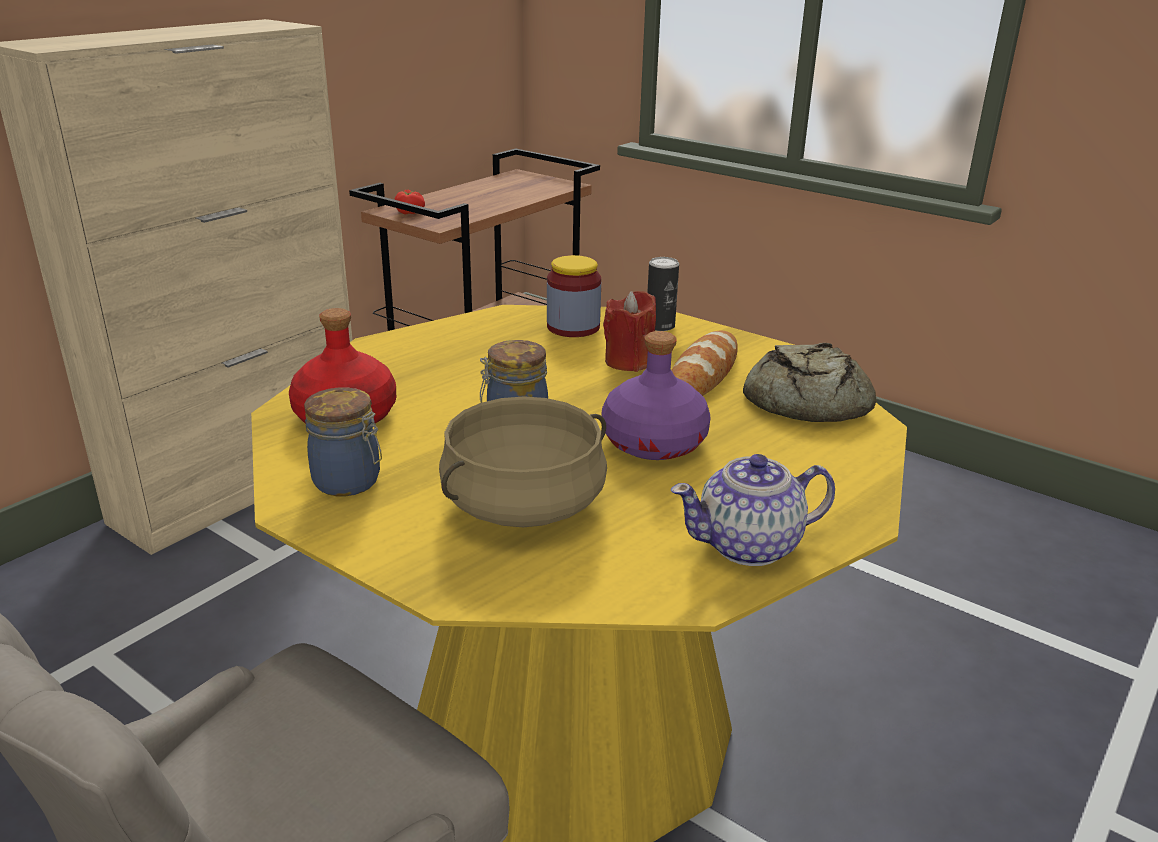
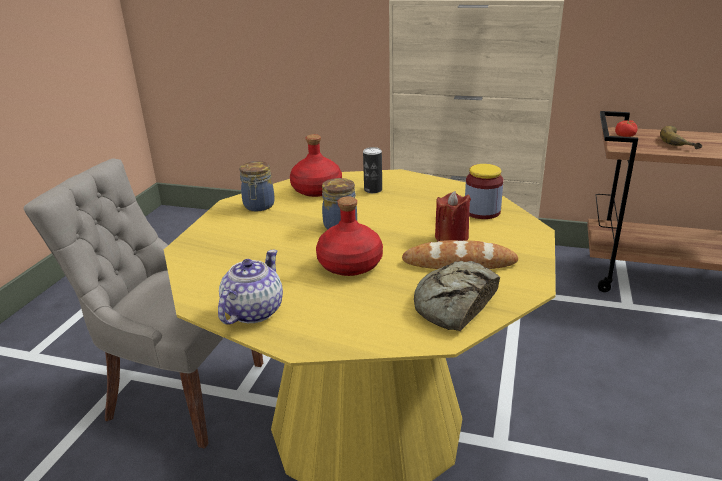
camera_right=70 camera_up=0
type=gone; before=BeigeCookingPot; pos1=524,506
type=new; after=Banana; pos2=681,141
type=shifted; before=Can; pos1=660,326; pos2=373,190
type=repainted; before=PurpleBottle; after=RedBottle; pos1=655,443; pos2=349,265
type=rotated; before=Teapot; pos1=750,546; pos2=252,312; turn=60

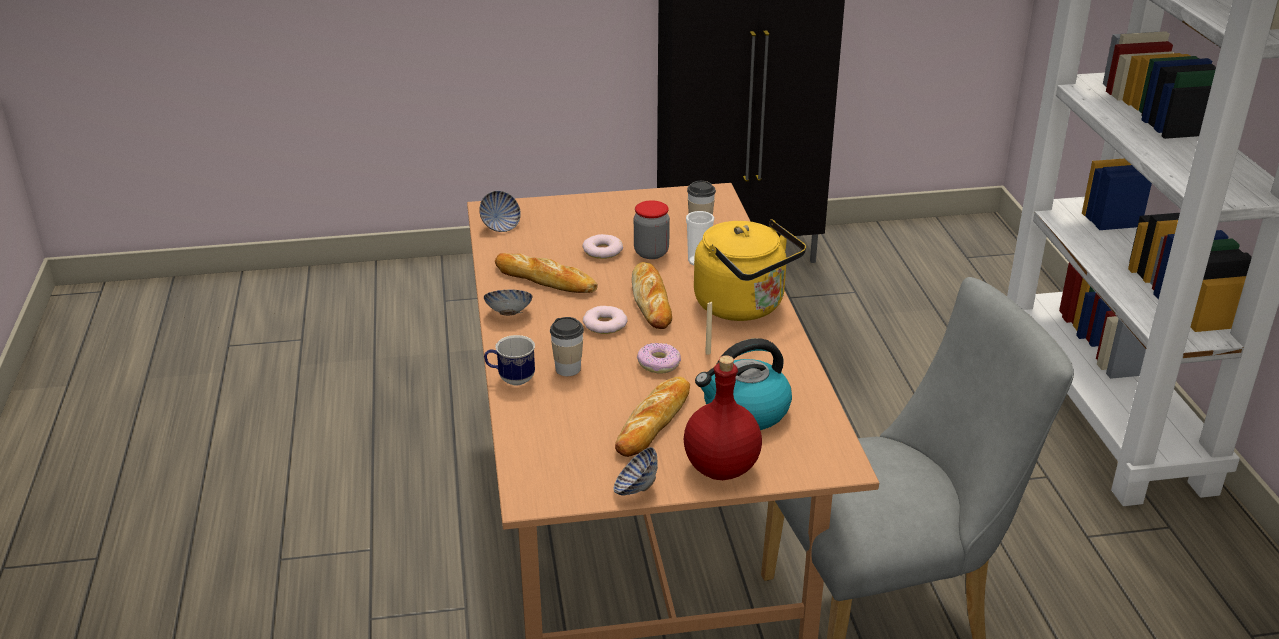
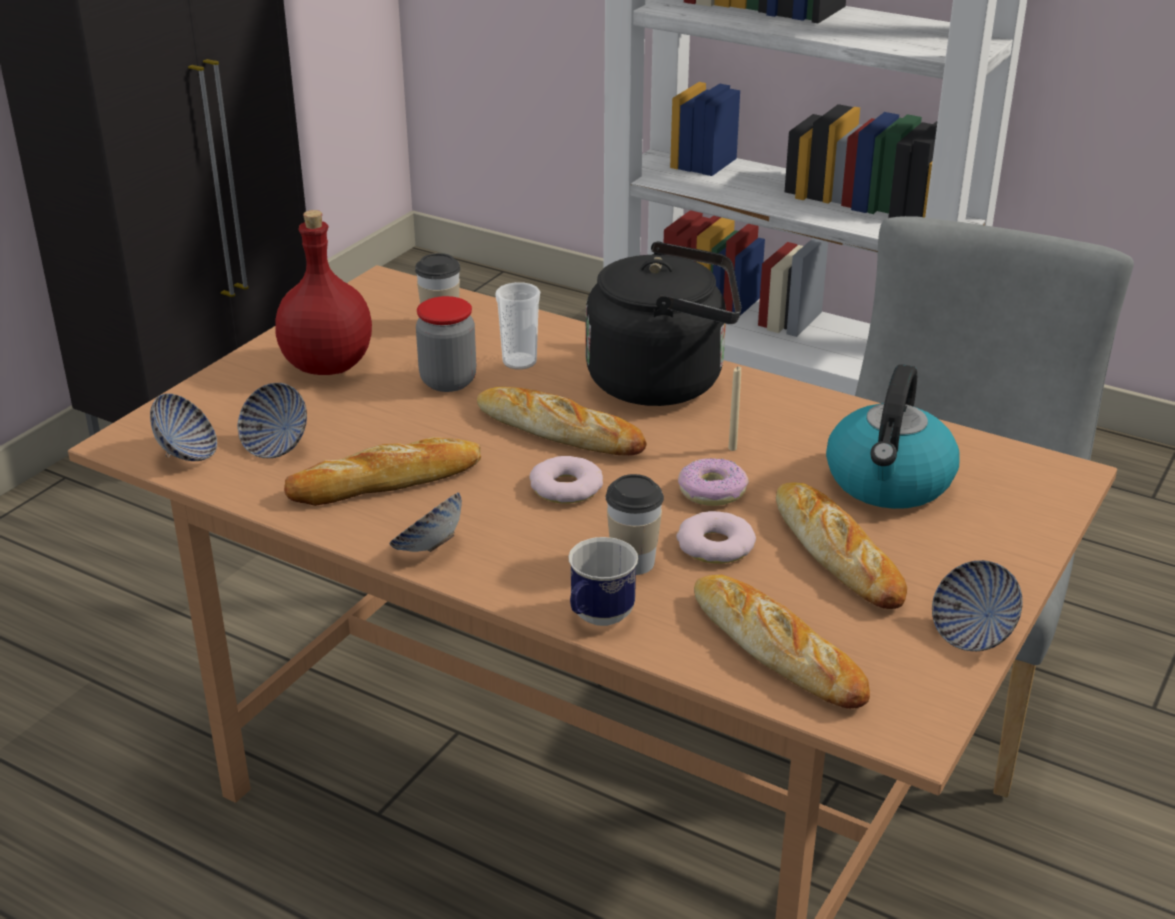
camera_right=-50 camera_up=0
type=new; after=Bowl; pos2=276,446
type=new; after=Bread; pos2=777,649
type=shifted; before=Donut; pos1=602,251; pos2=715,545
type=shifted; before=RedBottle; pos1=721,469; pos2=329,366
type=repainted; before=YellowKettle; after=BlackKettle; pos1=744,306; pos2=664,381

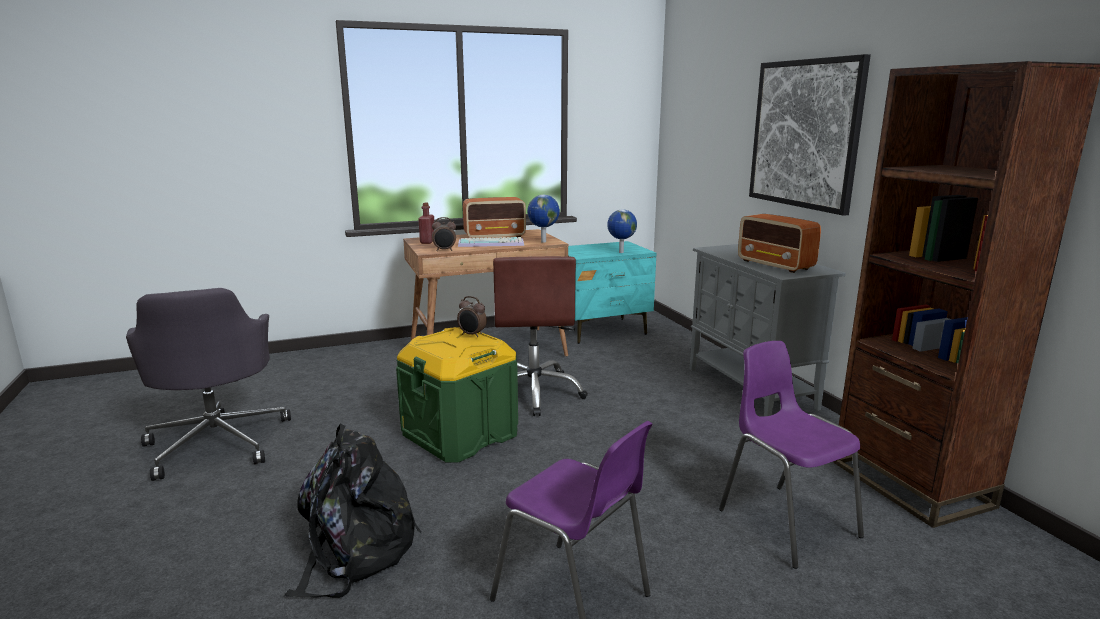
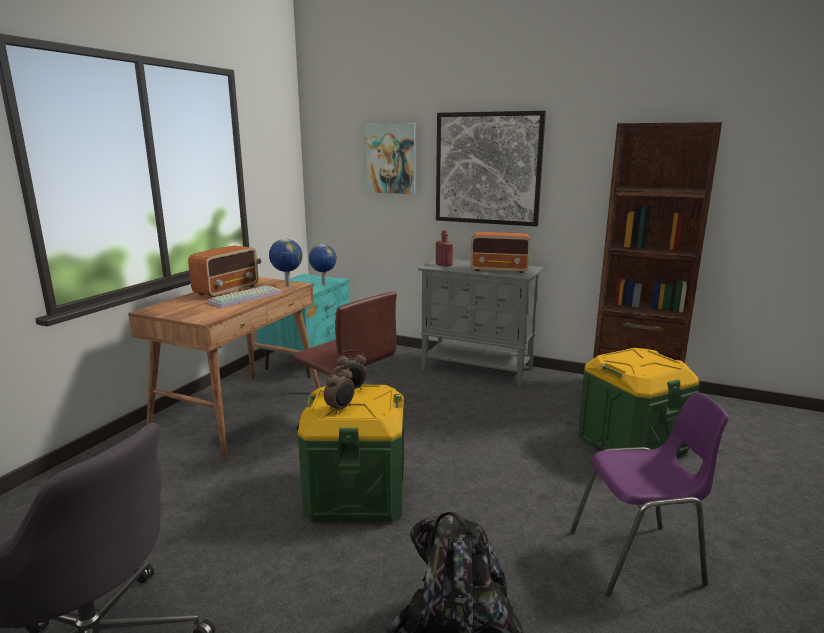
camera_right=-45 camera_up=0
type=new; after=Picture; pos2=391,158
type=shifted; before=RedBottle; pos1=427,242; pos2=444,264
type=shifted; before=AlarmClock; pos1=444,250; pos2=340,408
type=swapped; before=PurpleChair; after=GreenStorageBox; pos1=785,521; pos2=630,443

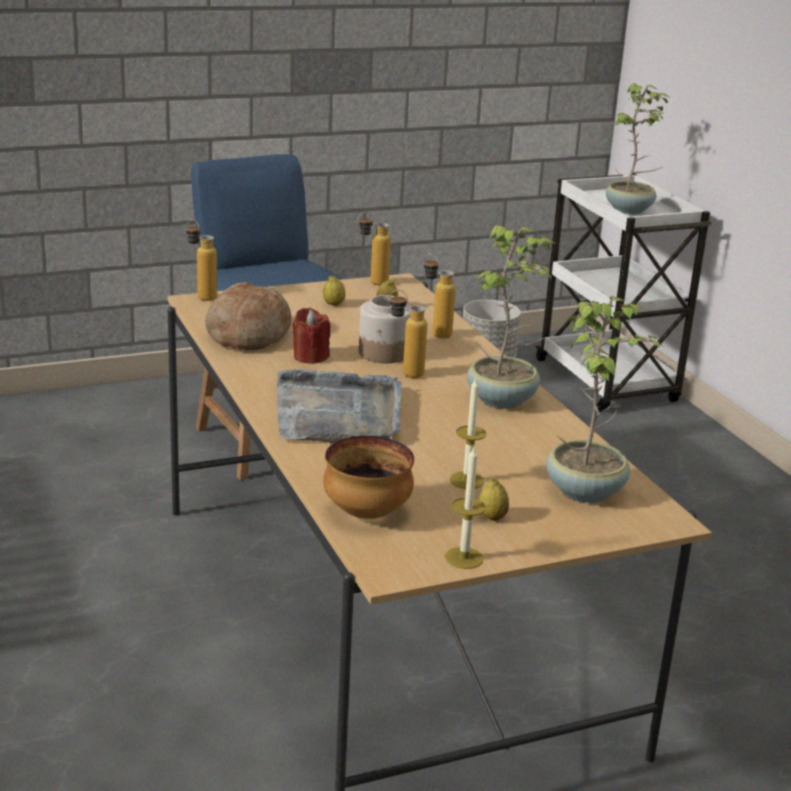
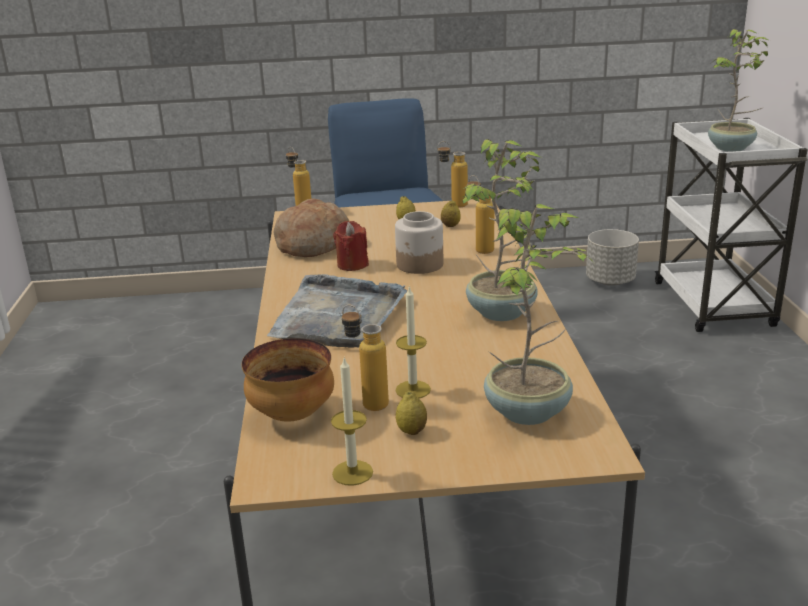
camera_right=20 camera_up=0
type=shifted; before=Bottle; pos1=404,372; pos2=367,402

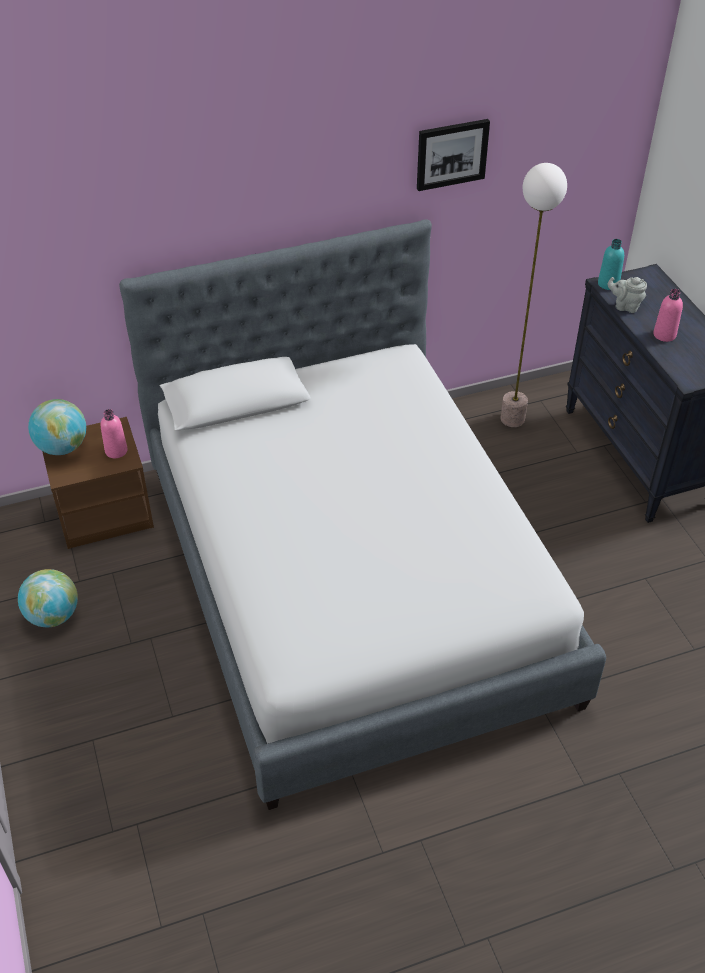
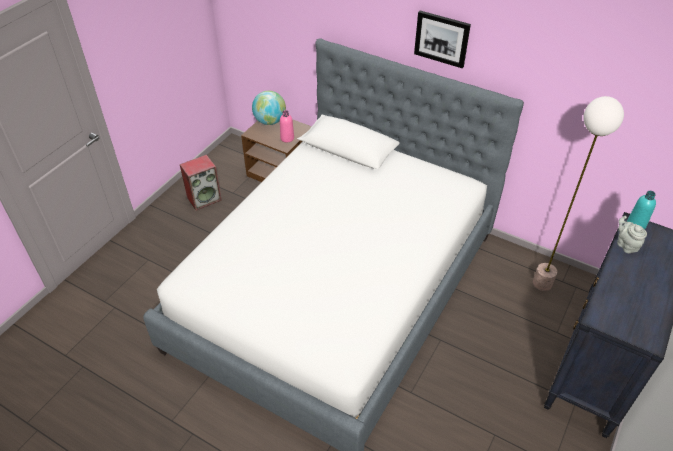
camera_right=50 camera_up=0
type=gone; before=PinkBottle; pos1=664,335
type=shifted; before=Picture; pos1=451,154; pos2=442,38
type=swapped; before=Globe; after=Speaker; pos1=53,616; pos2=204,198

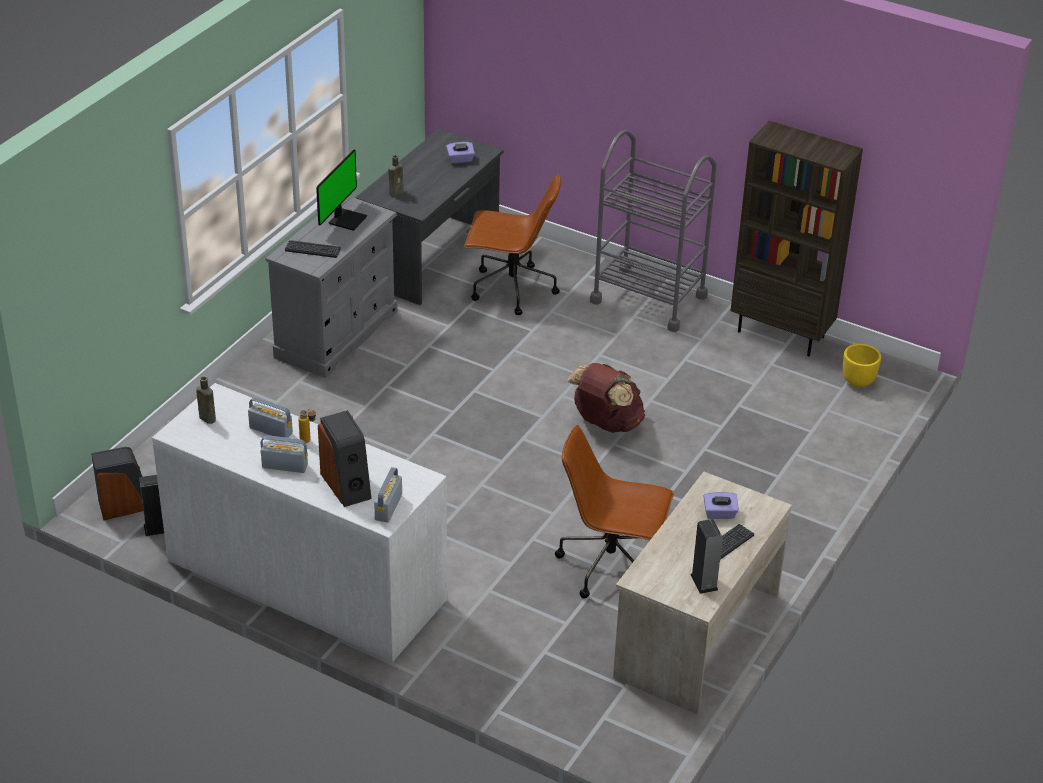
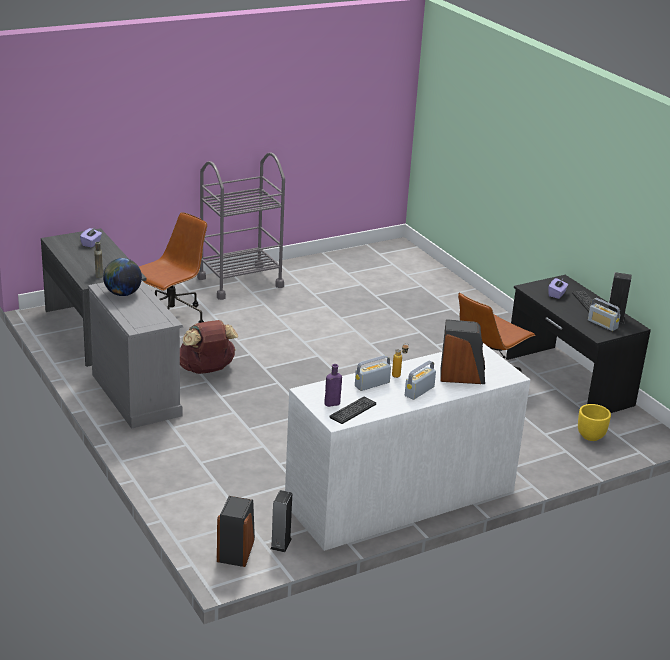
camera_right=-60 camera_up=-10
type=gone; before=BrownBookcase; pos1=782,334
type=shifted; before=Keyboard; pos1=312,249; pos2=353,410
type=shifted; before=Radio; pos1=388,507; pos2=602,324
type=shifted; before=BrownBackpack; pos1=606,424; pos2=206,370
type=shifted; before=YellowPlanter; pos1=857,381; pos2=590,436
type=swapped; before=Monitor; after=Globe; pos1=346,219; pos2=122,293
type=repainted; before=BrownBottle; after=PurpleBottle; pos1=206,418; pos2=331,404
type=repainted; before=BeigeDesk; after=BlackDesk; pos1=695,635; pos2=567,382

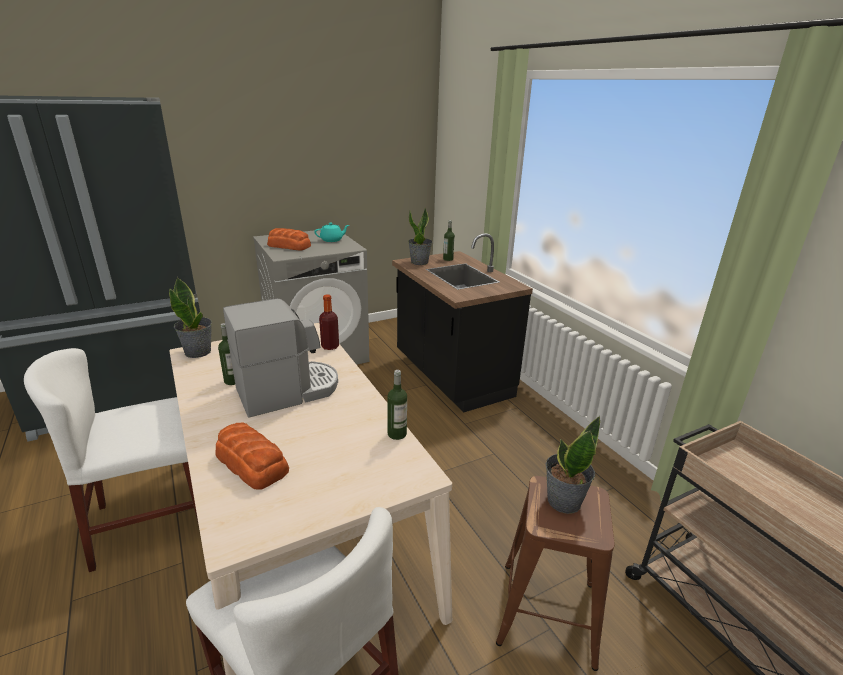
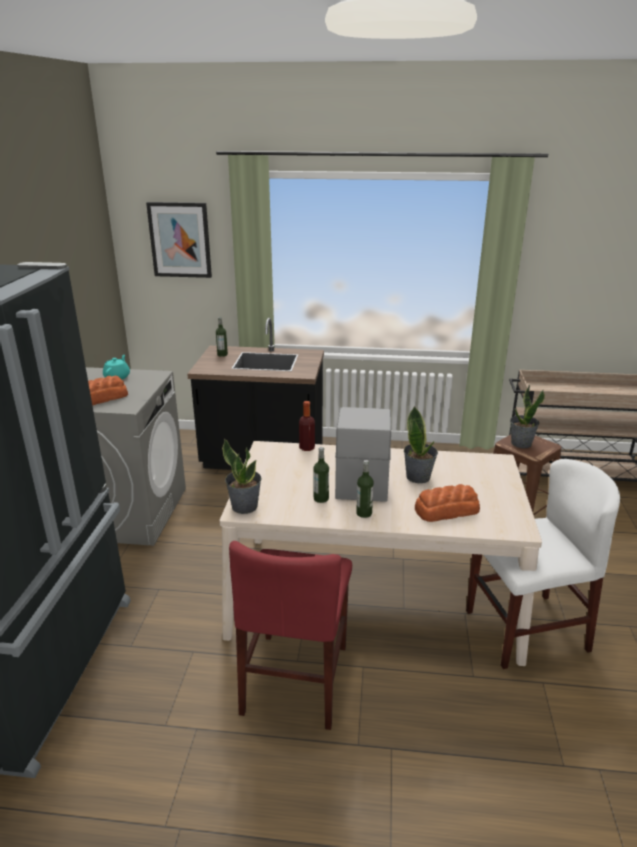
camera_right=-55 camera_up=0
type=new; after=Picture; pos2=180,240
type=shifted; before=Bottle; pos1=397,434; pos2=364,513
type=shifted; before=PottedPlant; pos1=419,262; pos2=418,477
type=repainted; before=WhiteChair; after=RedChair; pos1=152,521; pos2=295,678

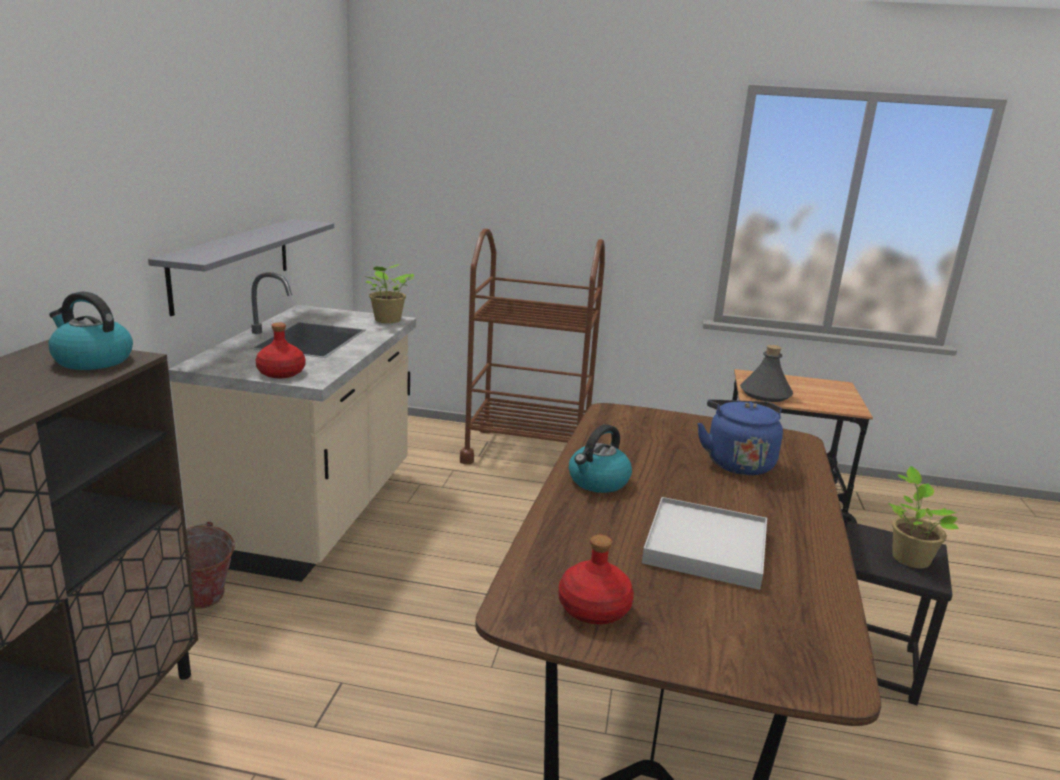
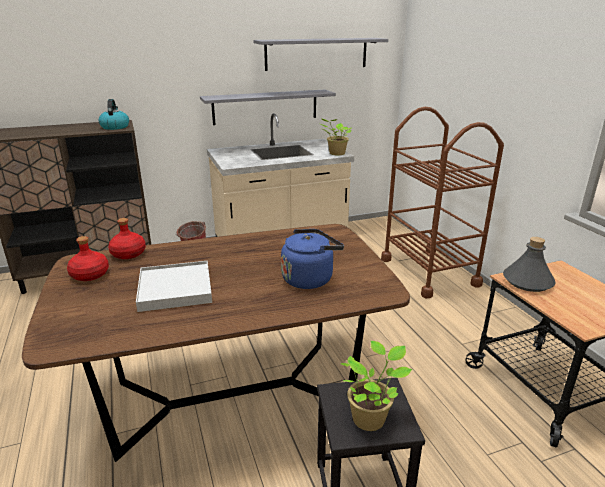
camera_right=60 camera_up=5
type=gone; before=Kettle; pos1=598,482
type=new; after=GreyShelf; pos2=316,53
type=shifted; before=RedBottle; pos1=280,373; pos2=128,253

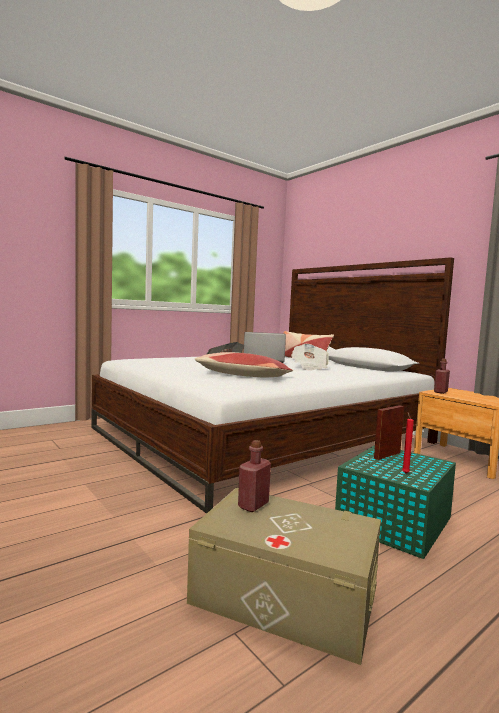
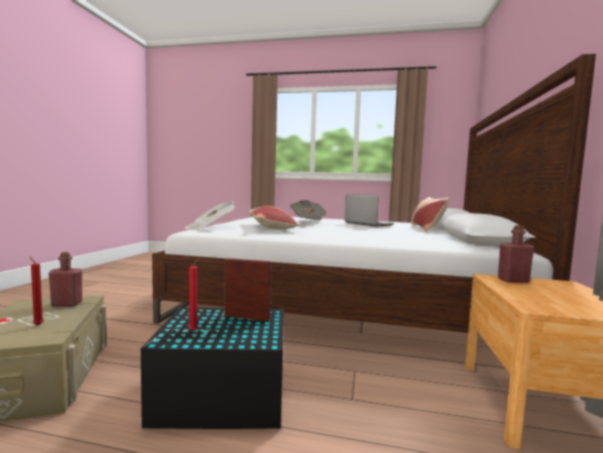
camera_right=50 camera_up=0
type=new; after=RedCandle; pos2=37,325
type=shifted; before=Newspaper; pos1=309,368; pos2=210,228
type=repainted; before=GreenStorageBox; after=BlackStorageBox; pos1=393,522; pos2=220,394

